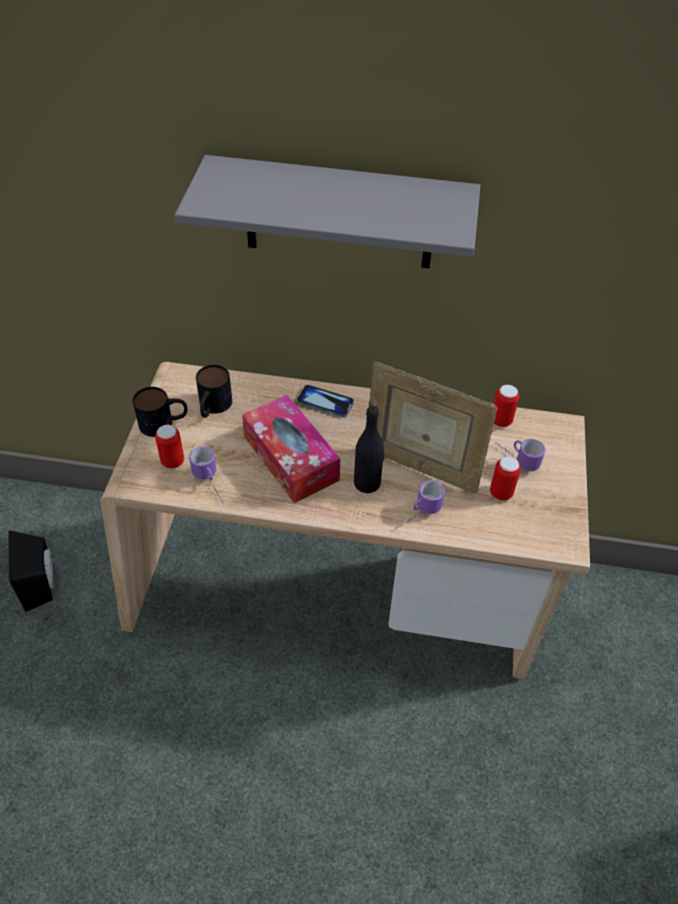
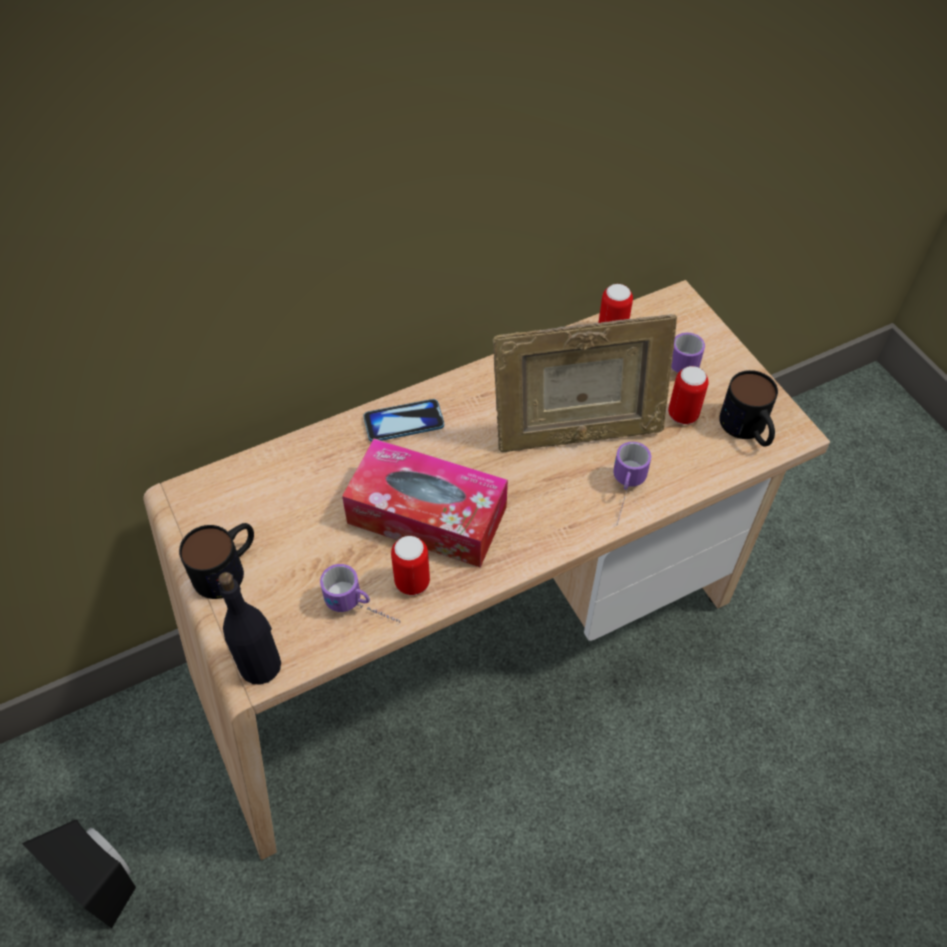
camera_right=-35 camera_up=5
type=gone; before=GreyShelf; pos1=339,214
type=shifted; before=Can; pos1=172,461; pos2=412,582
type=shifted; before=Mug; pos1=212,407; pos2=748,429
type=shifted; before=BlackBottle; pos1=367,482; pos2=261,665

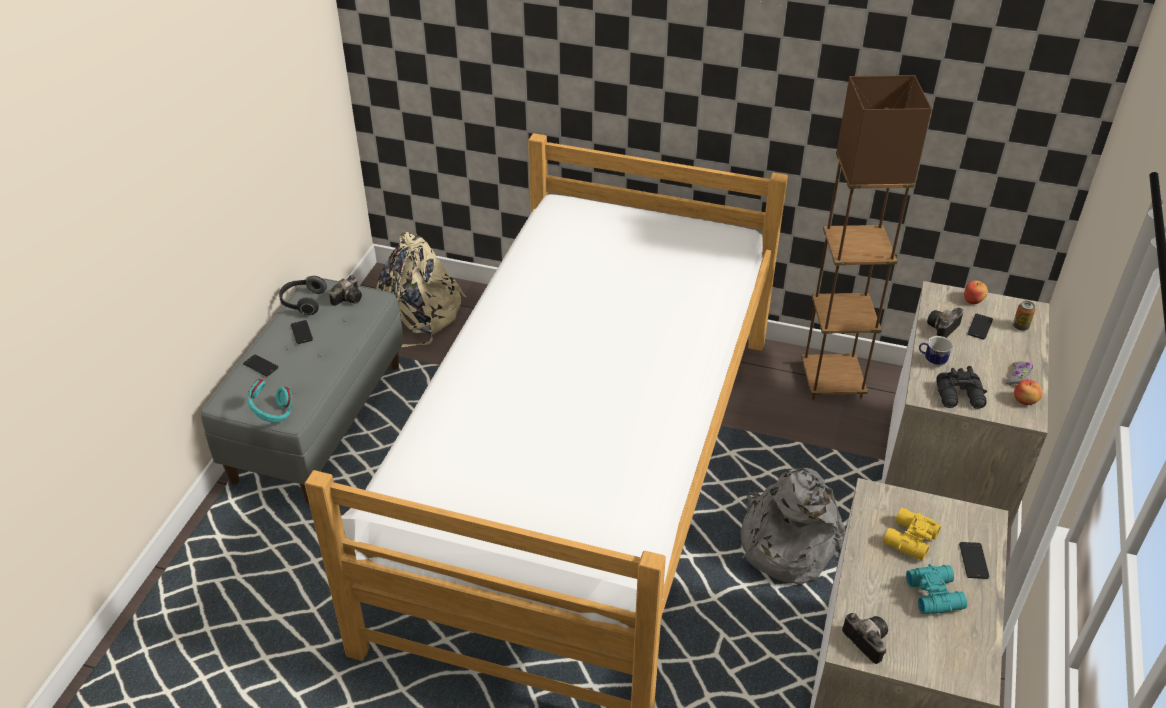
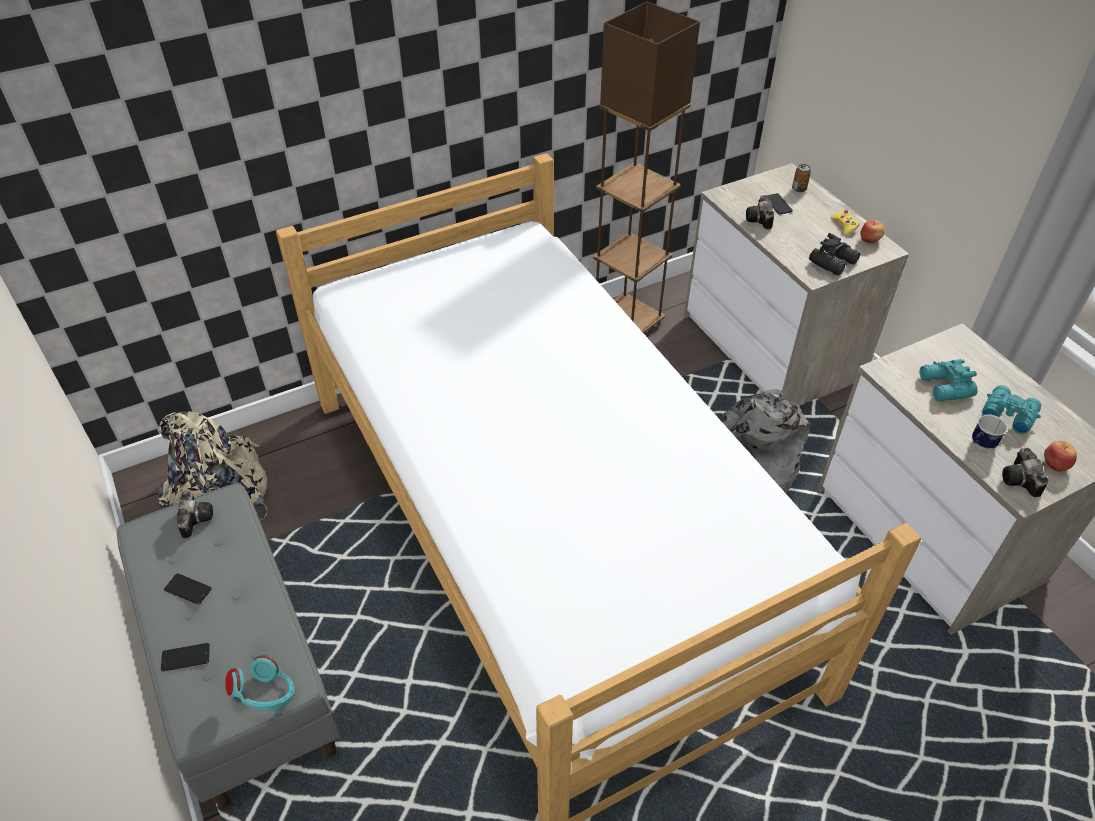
camera_right=-45 camera_up=5
type=gone; before=Headphones; pos1=303,303
type=gone; before=Phone; pos1=973,560
type=shifted; before=Mug; pos1=931,361; pos2=980,445
type=shifted; before=Apple; pos1=973,300; pos2=1055,464
type=repainted; before=YellowBinoculars; after=TurquoiseBinoculars; pos1=908,539; pos2=944,387
type=repainted; before=GreyGameController; after=YellowGameController; pos1=1018,376; pos2=844,225
type=rotated; before=PhotoCamera; pos1=865,640; pos2=1021,481; turn=-105

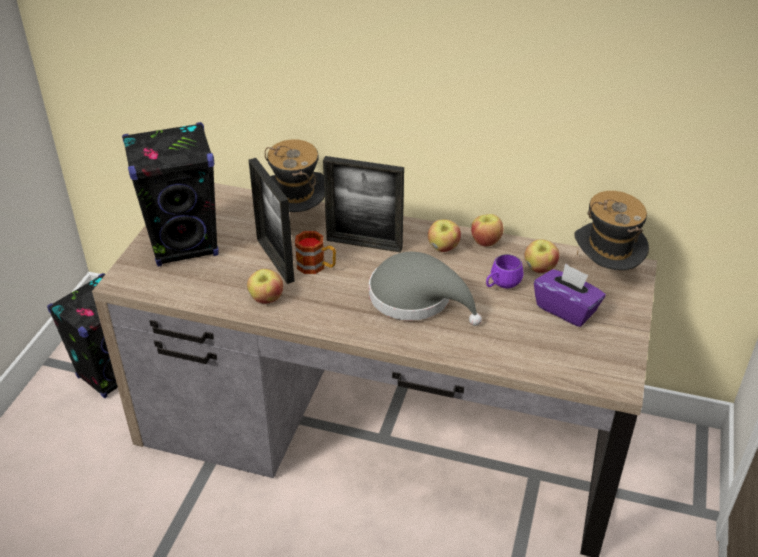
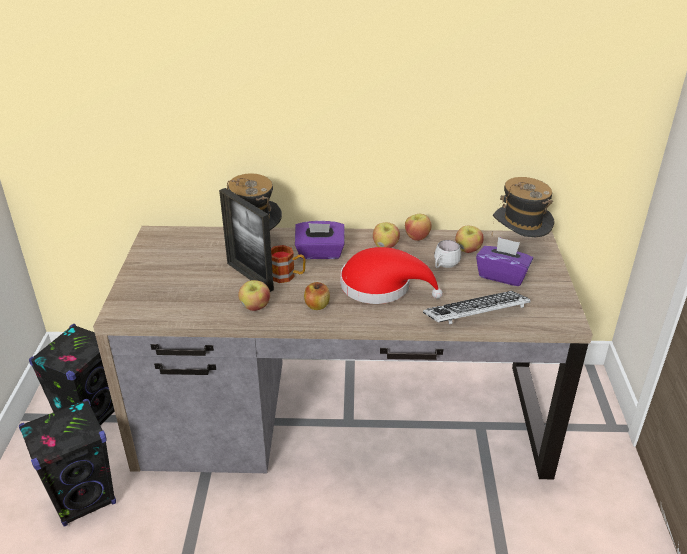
camera_right=-15 camera_up=-5
type=new; after=Apple; pos2=317,305
type=new; after=Keyboard; pos2=476,313
type=shifted; before=BlackSpeaker; pos1=185,245; pos2=84,499
type=swapped; before=PictureFrame; after=PurpleTissueBox; pos1=364,244; pos2=320,253
type=repainted; before=GreyHat; after=RedHat; pos1=417,298; pos2=381,286
type=repainted; before=PurpleMug; after=WhiteMug; pos1=501,285; pos2=444,266

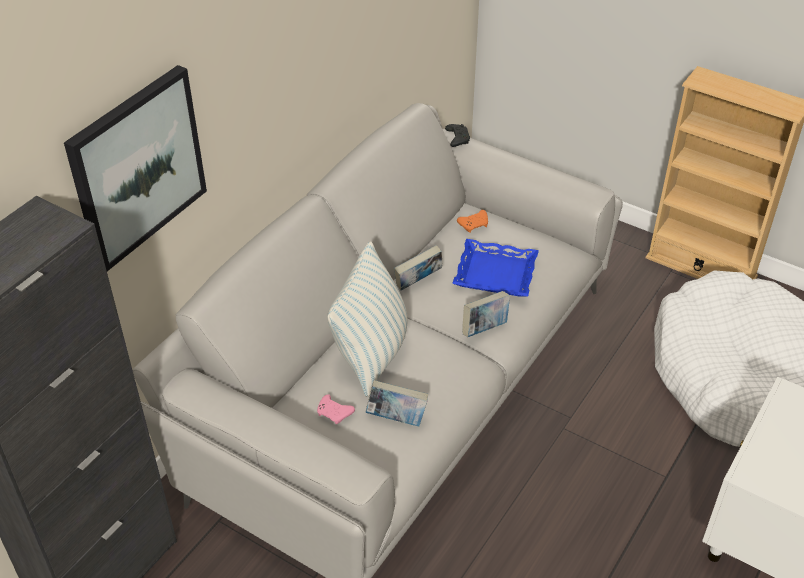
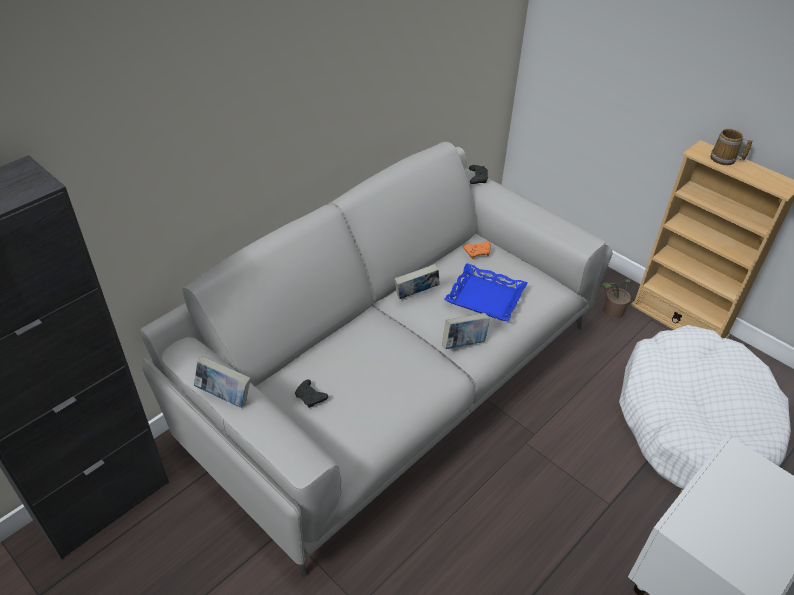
camera_right=10 camera_up=0
type=gone; before=Picture; pos1=137,167
type=gone; before=Pillow; pos1=371,354
type=new; after=PottedPlant; pos2=611,311
type=new; after=Mug; pos2=725,159
type=shifted; before=Book; pos1=396,418; pos2=225,396
type=repainted; before=PinkGameController; after=BlackGameController; pos1=335,413; pos2=311,398

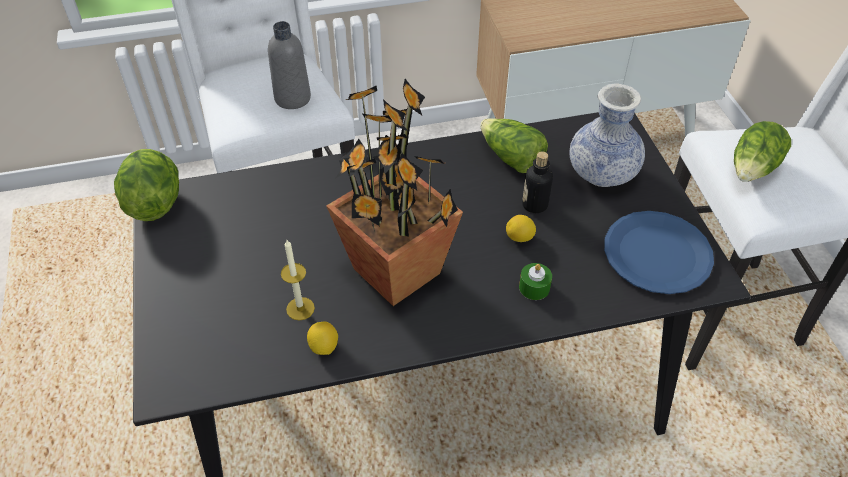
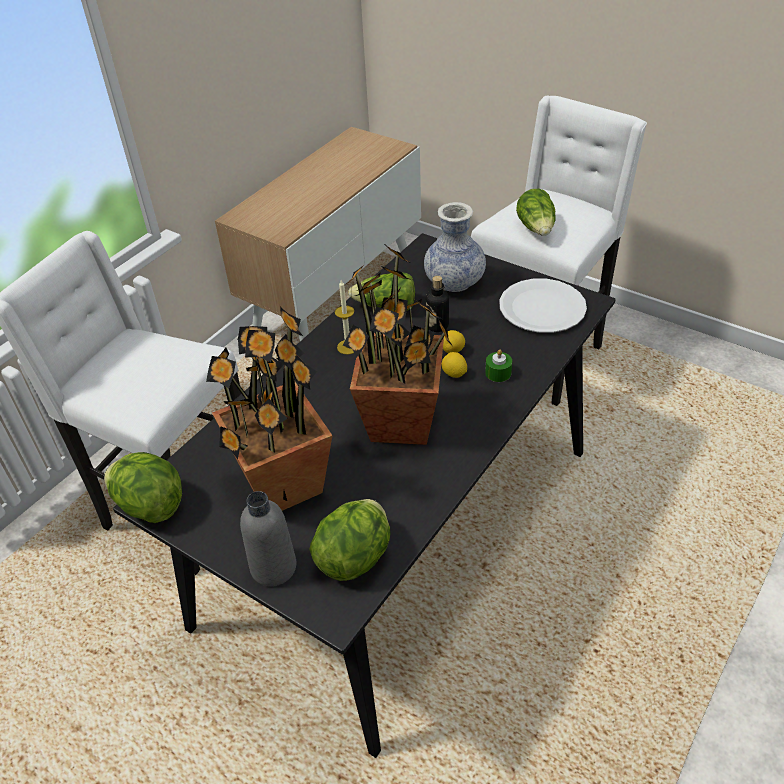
camera_right=-40 camera_up=-5
type=new; after=PottedPlant; pos2=282,484
type=new; after=Lettuce; pos2=355,556
type=shifted; before=GreyBottle; pos1=292,98; pos2=273,567
type=shifted; before=Candle; pos1=300,308; pos2=348,347
type=shifted; before=Lemon; pos1=324,346; pos2=454,374
type=repainted; before=BluePlate; after=WhitePlate; pos1=657,253; pos2=542,308

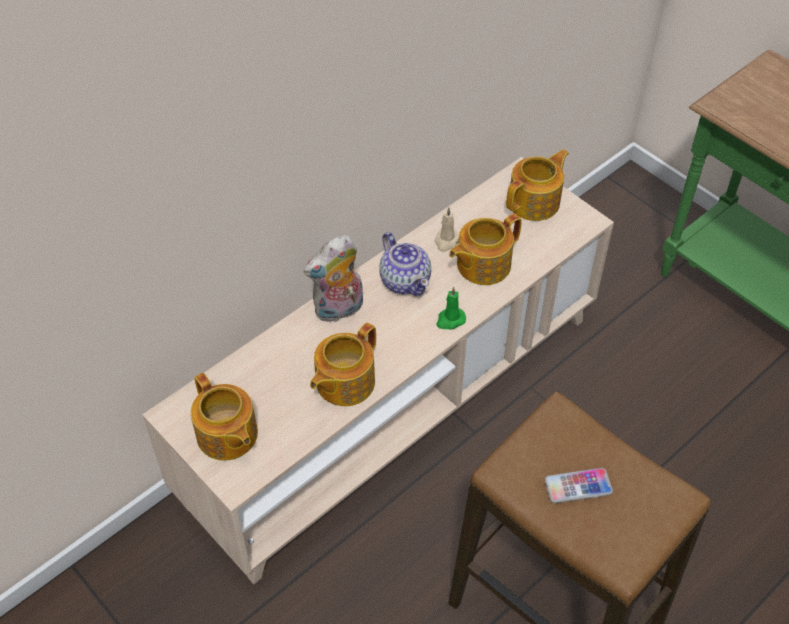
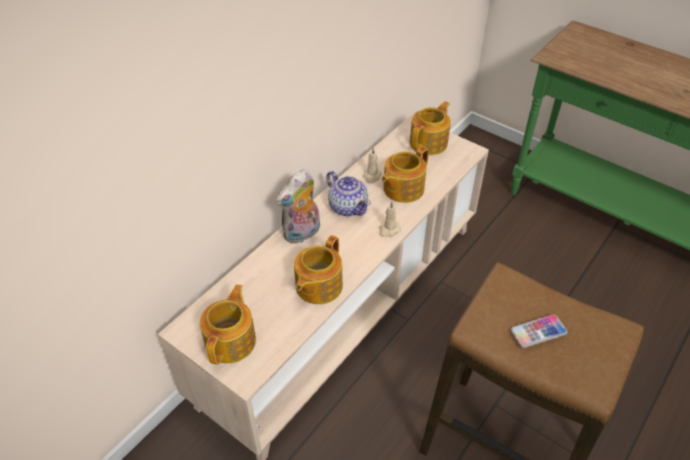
camera_right=-10 camera_up=-5
type=repainted; before=GreenCandle; after=BeigeCandle; pos1=450,320; pos2=389,230
type=rotated; before=Teapot; pos1=227,436; pos2=231,340; turn=-120

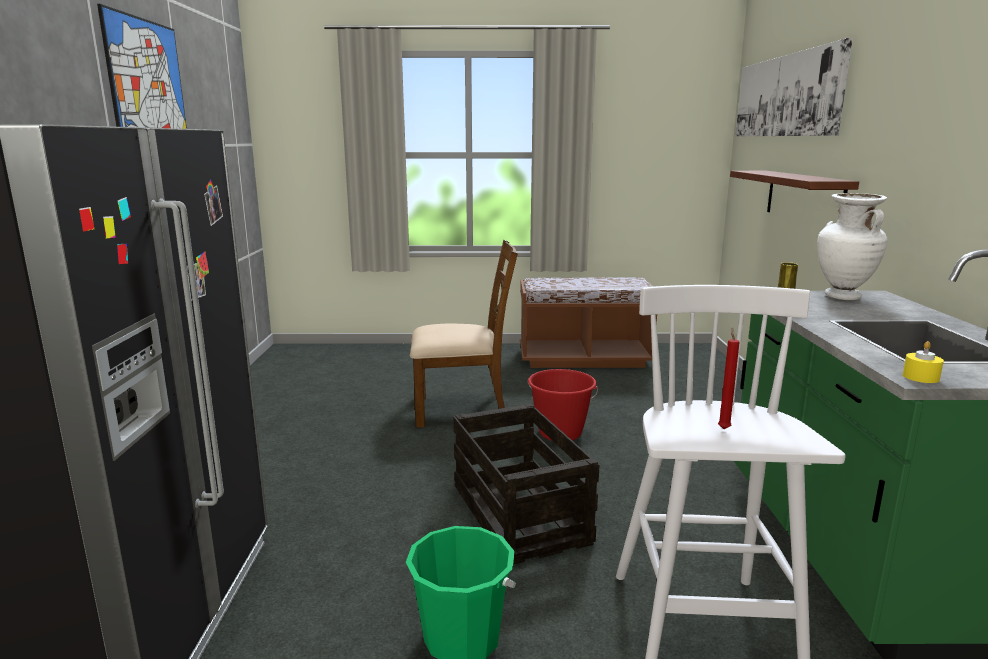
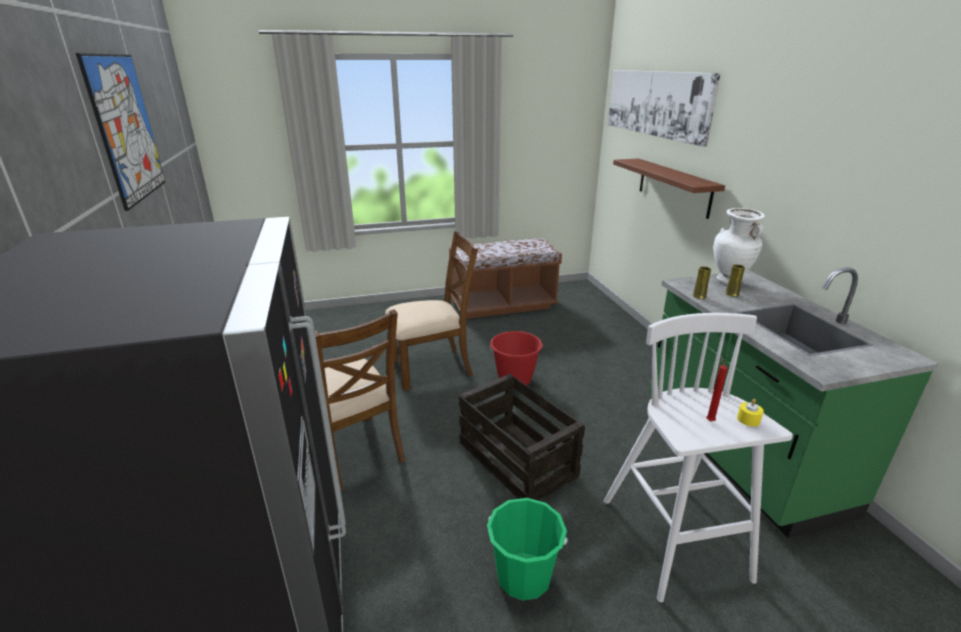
camera_right=-15 camera_up=10
type=new; after=BrownChair; pos2=354,451
type=new; after=YellowVase; pos2=732,294
type=shifted; before=YellowCandle; pos1=920,377; pos2=748,419

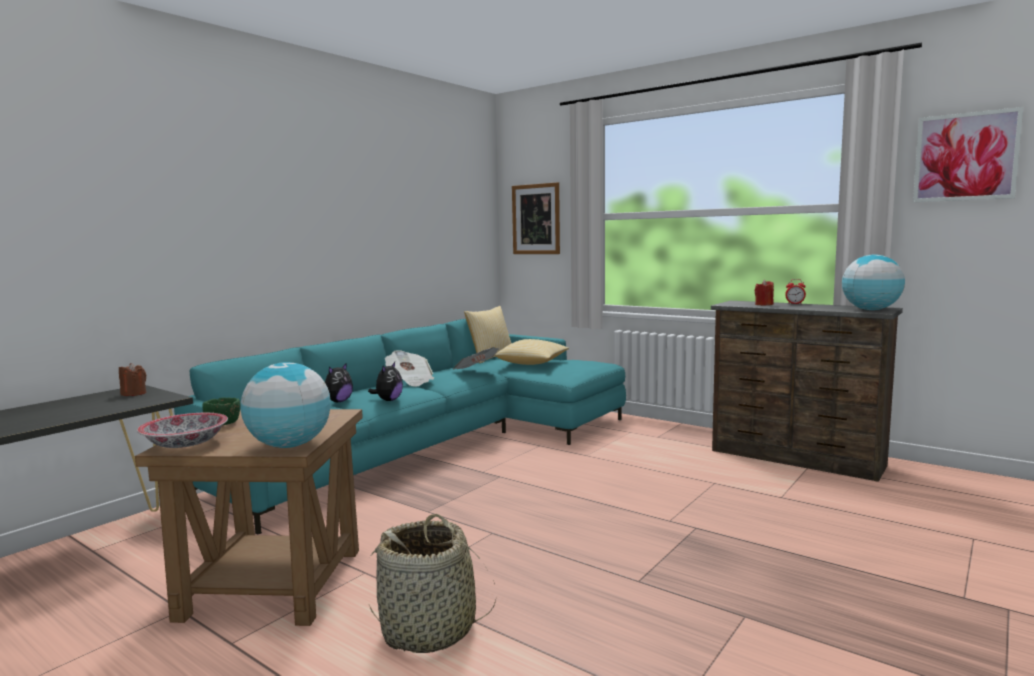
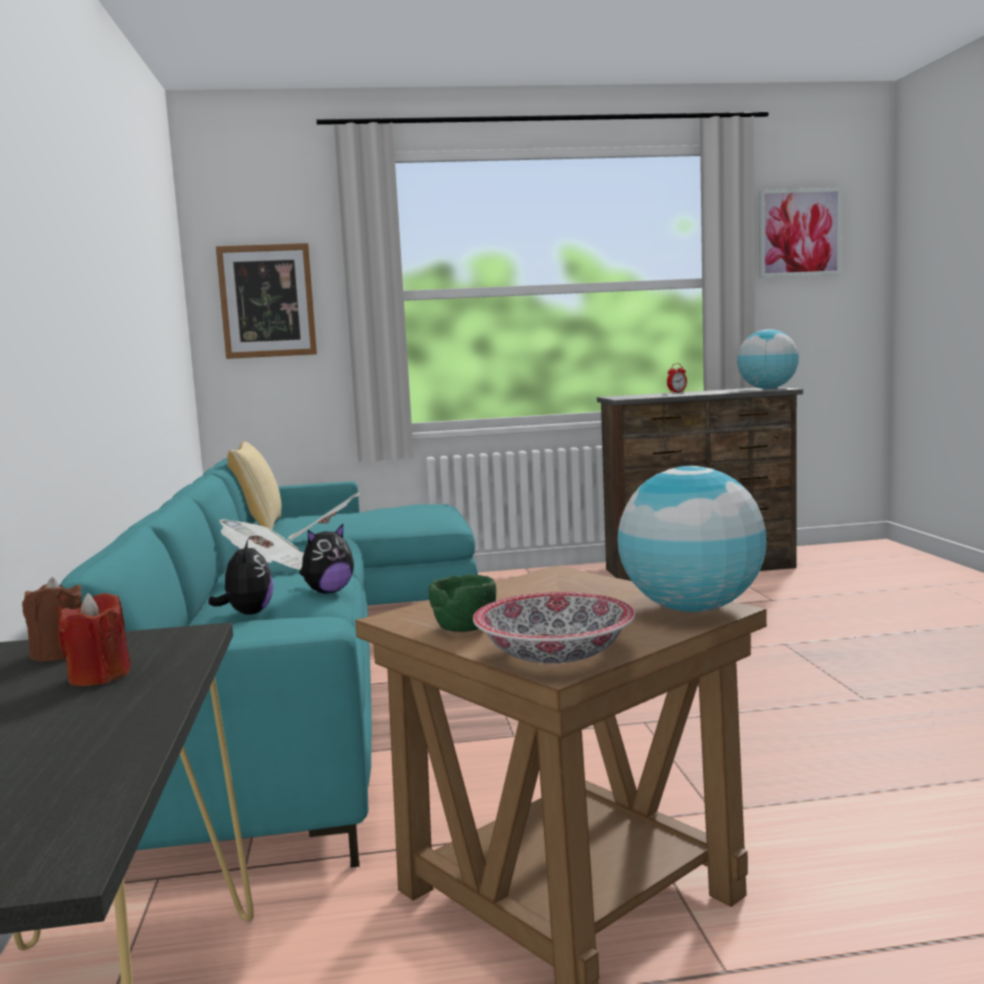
camera_right=-45 camera_up=0
type=gone; before=Basket; pos1=429,629
type=gone; before=Pillow; pos1=532,363
type=shifted; before=RedCandle; pos1=764,304; pos2=99,676
type=rotated; before=PlushToy; pos1=388,400; pos2=328,592; turn=75

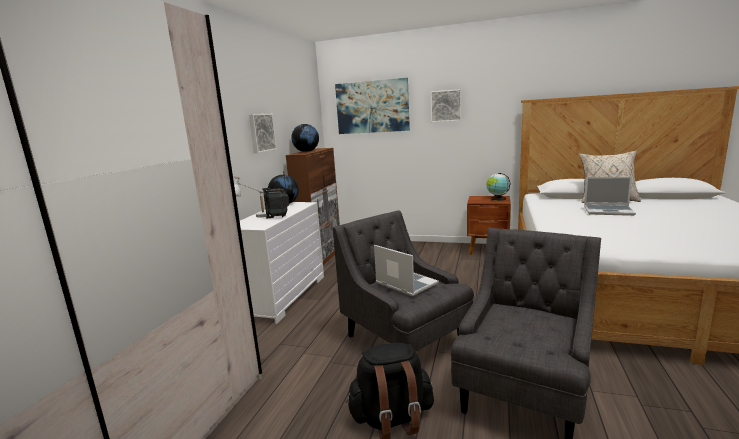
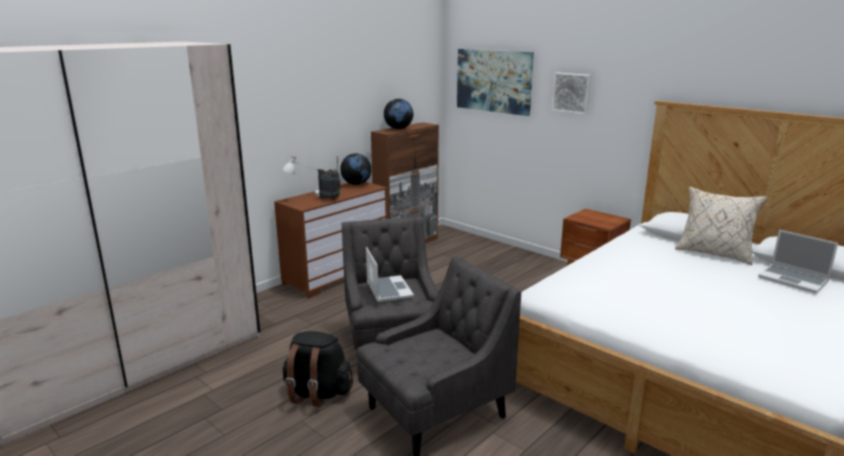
camera_right=25 camera_up=5
type=gone; before=Picture; pos1=261,133
type=gone; before=Globe; pos1=497,199
type=shifted; before=Laptop; pos1=609,211; pos2=794,280
type=repainted; before=WhiteDresser; after=BrownDresser; pos1=284,296; pos2=337,275

